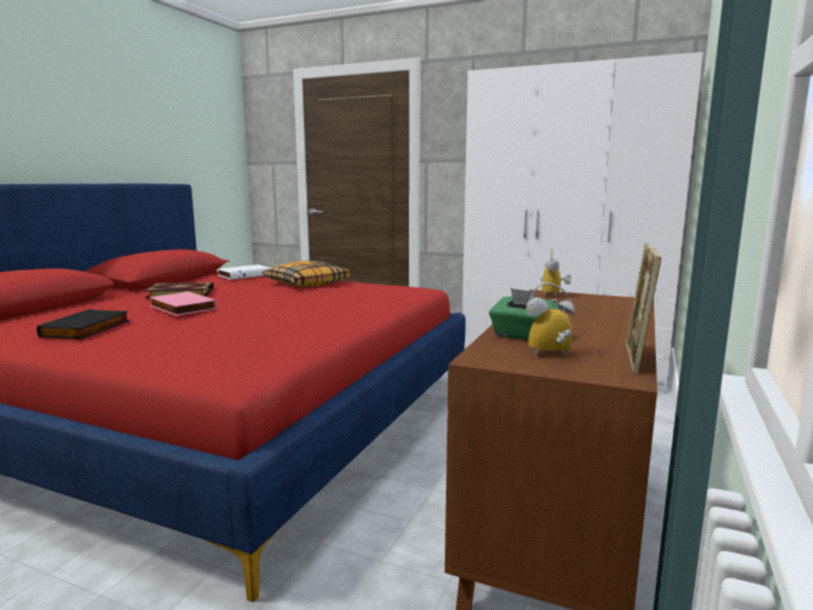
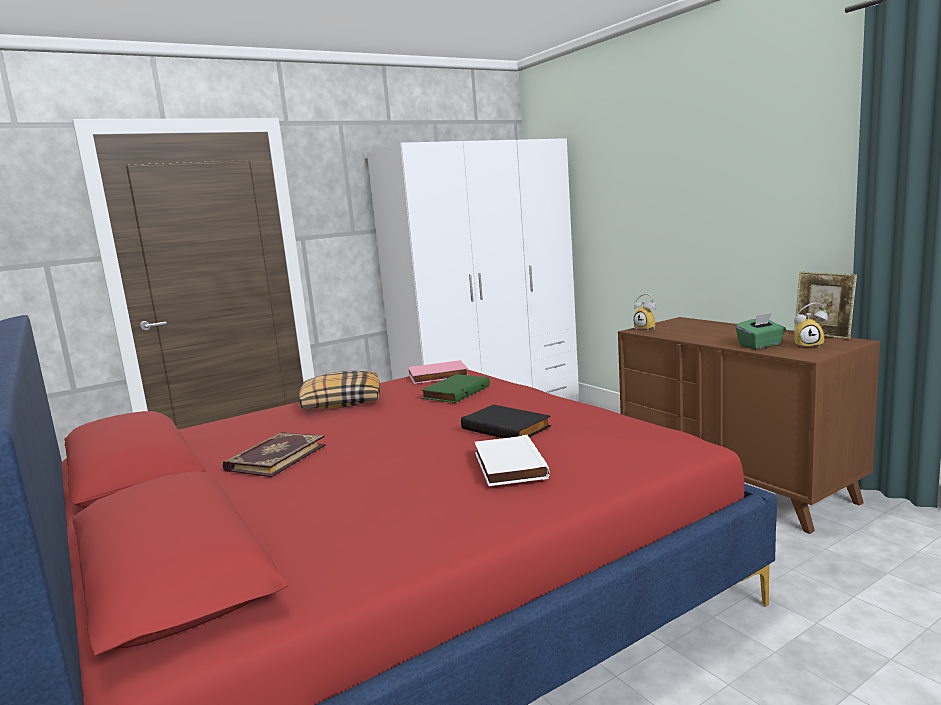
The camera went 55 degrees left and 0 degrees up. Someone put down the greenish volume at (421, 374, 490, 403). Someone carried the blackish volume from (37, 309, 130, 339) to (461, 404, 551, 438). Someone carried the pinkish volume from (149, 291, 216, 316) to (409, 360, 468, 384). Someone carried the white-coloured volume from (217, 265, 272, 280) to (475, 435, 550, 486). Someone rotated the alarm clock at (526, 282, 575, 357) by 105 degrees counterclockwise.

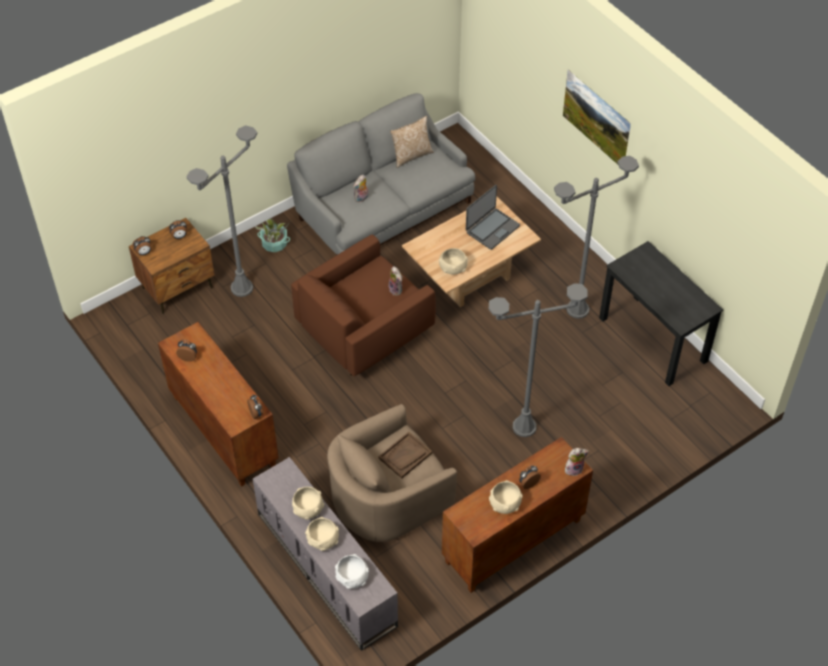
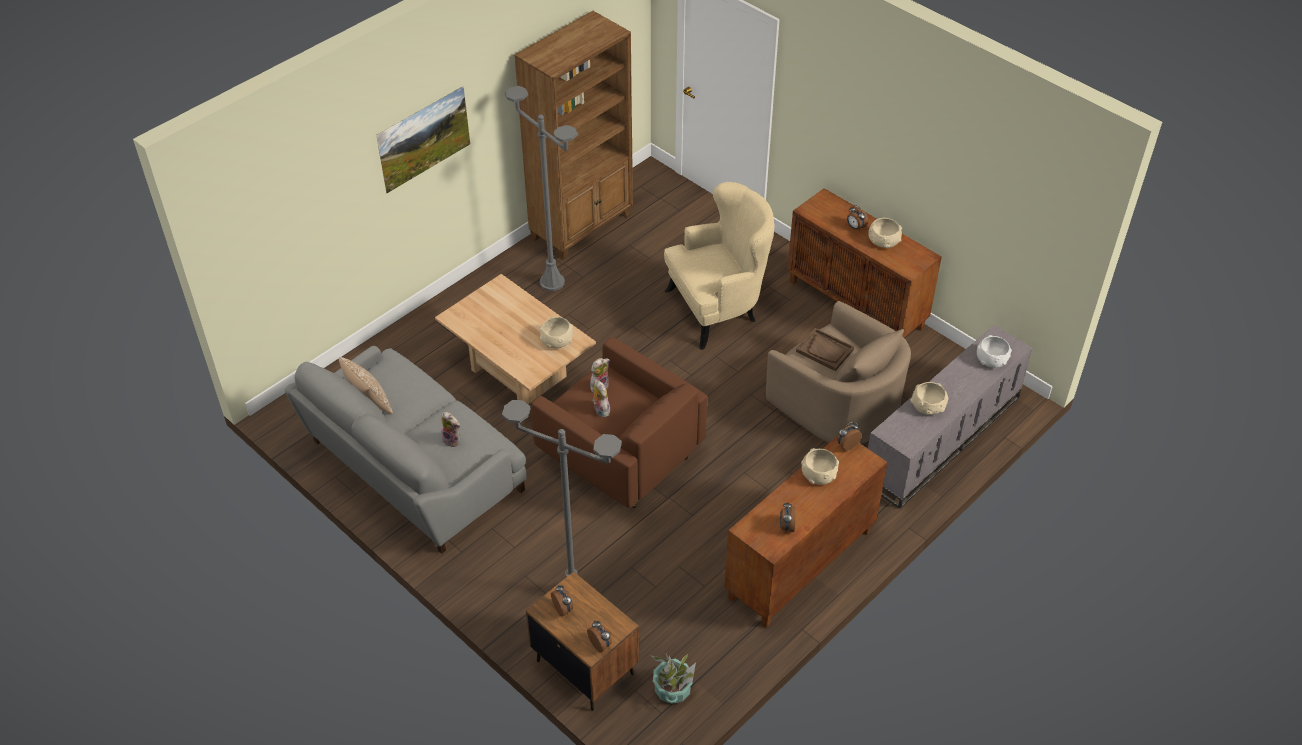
The camera went 100 degrees left and 5 degrees down. Someone took away the notebook computer at (466, 185, 520, 250). Someone carried the houseplant from (255, 219, 290, 252) to (650, 653, 696, 704). Someone carried the sand-coloured serving bowl from (305, 517, 339, 551) to (801, 448, 839, 485). Someone carried the plush toy from (565, 448, 589, 476) to (592, 380, 610, 417). Someone swapped the greyish standard lamp at (489, 283, 588, 437) for the sand-coloured easy chair at (664, 182, 775, 350). Someone swapped the blackish desk at (599, 241, 723, 386) for the brownish bookcase at (514, 11, 633, 260).

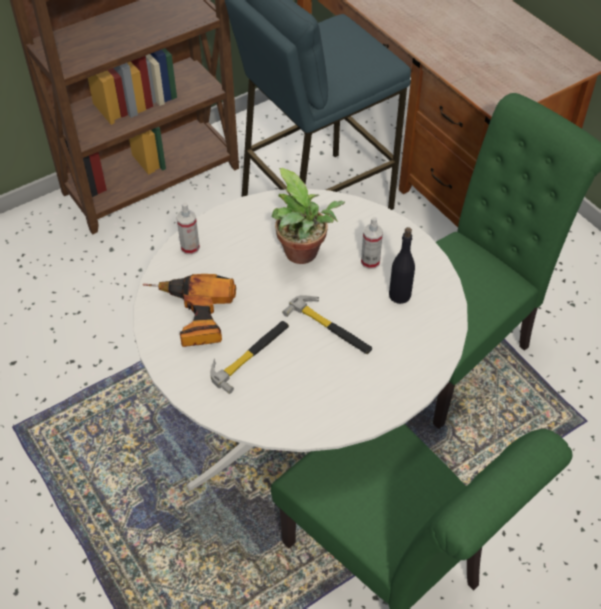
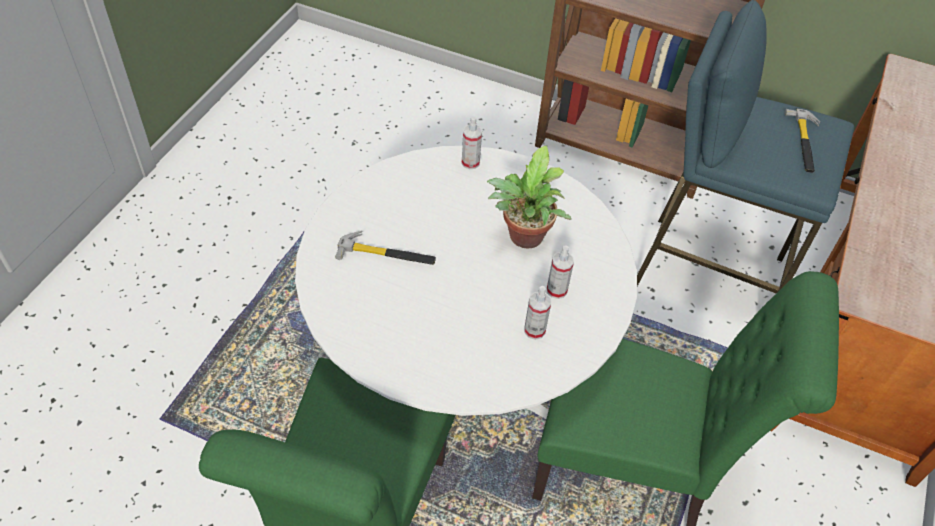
The camera went 55 degrees right and 0 degrees up. Someone took away the power drill at (142, 274, 236, 347). Someone carried the hand hammer from (282, 295, 372, 354) to (784, 108, 820, 173). Someone swapped the blackish beverage bottle at (389, 227, 415, 304) for the hand sprayer at (524, 286, 551, 340).

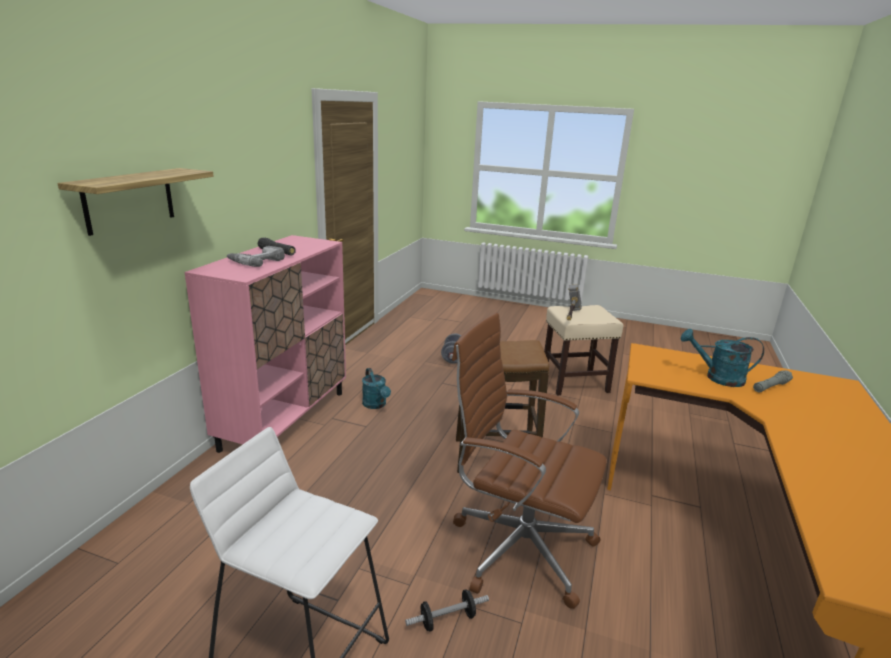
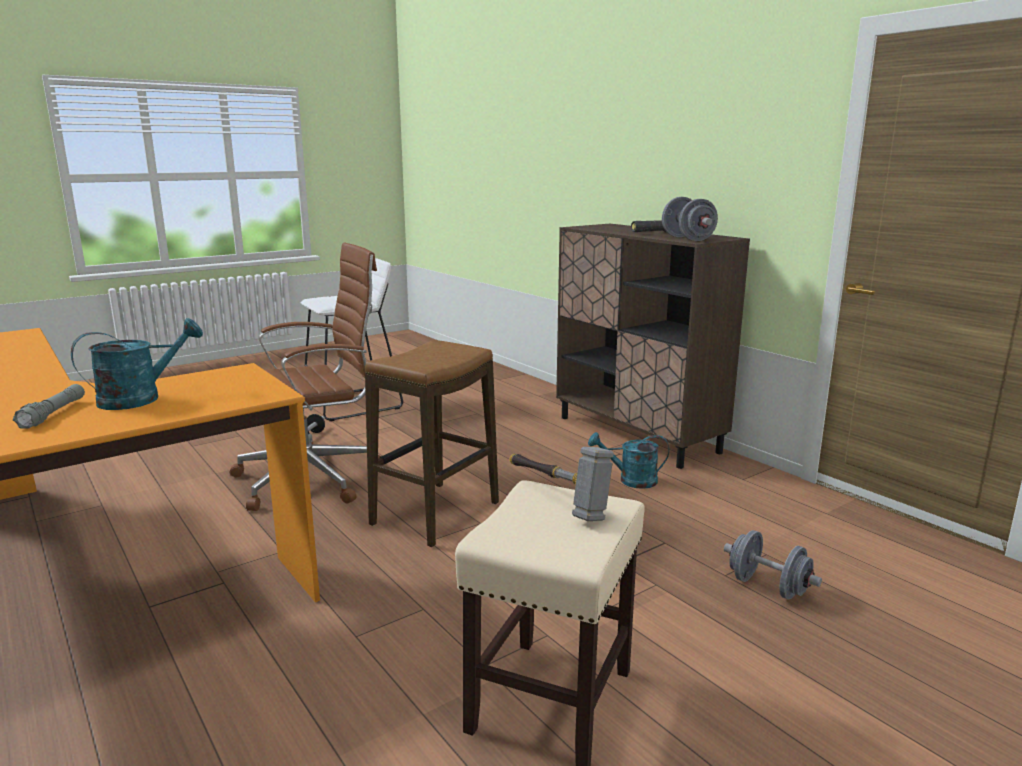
The camera went 125 degrees right and 5 degrees down. Someone took away the bracket shelf at (57, 168, 214, 236). Someone took away the power drill at (227, 246, 285, 267). Someone put down the greyish free weight at (662, 197, 718, 241). Someone repainted the pinkish cabinet at (184, 235, 346, 453), which became the brownish cabinet at (556, 224, 750, 469).

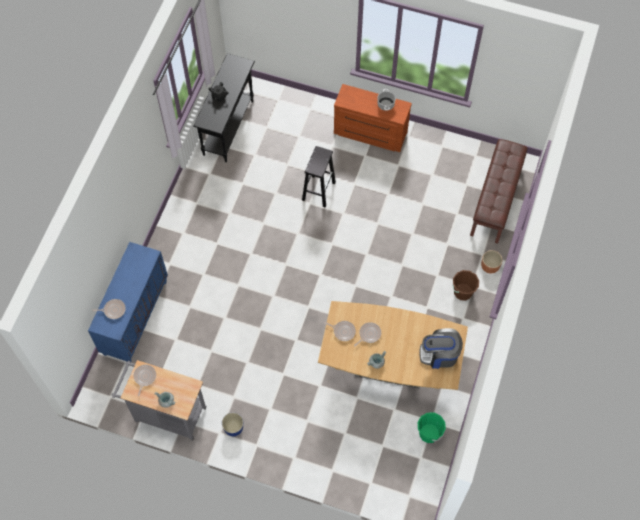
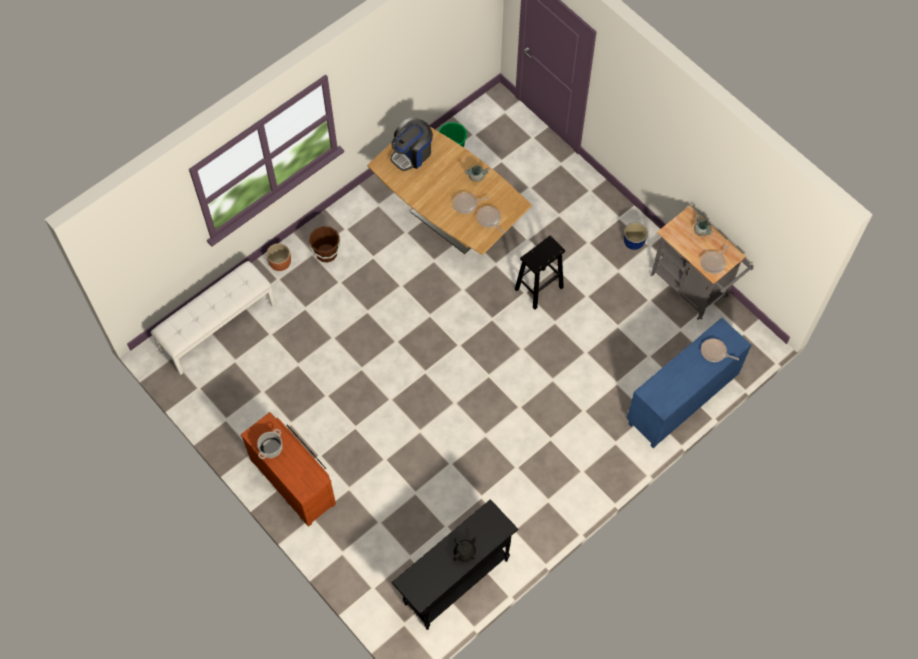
The camera went 150 degrees left and 0 degrees up. Someone carried the blackish stool seat from (302, 146, 336, 207) to (515, 236, 565, 309). Someone repainted the brownish indoor bench at (470, 139, 528, 244), which became the white-coloured indoor bench at (151, 261, 275, 375). Someone rotated the coffee maker at (419, 328, 463, 369) by 105 degrees clockwise.

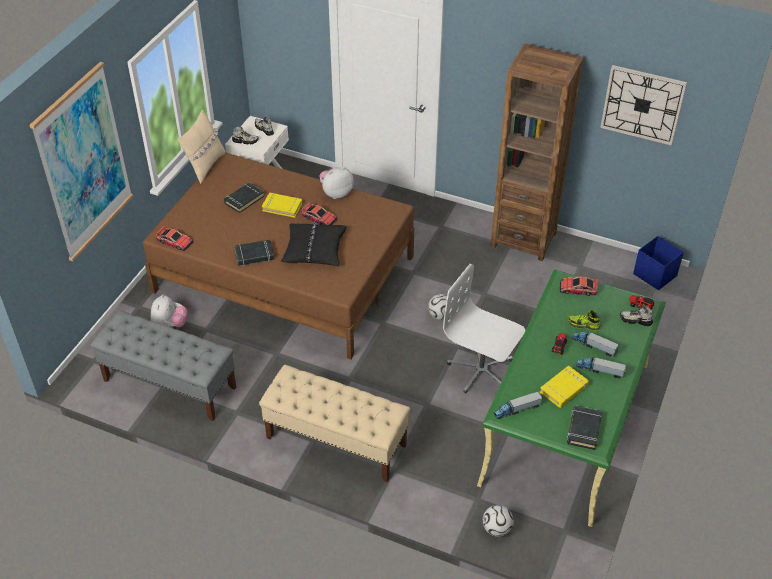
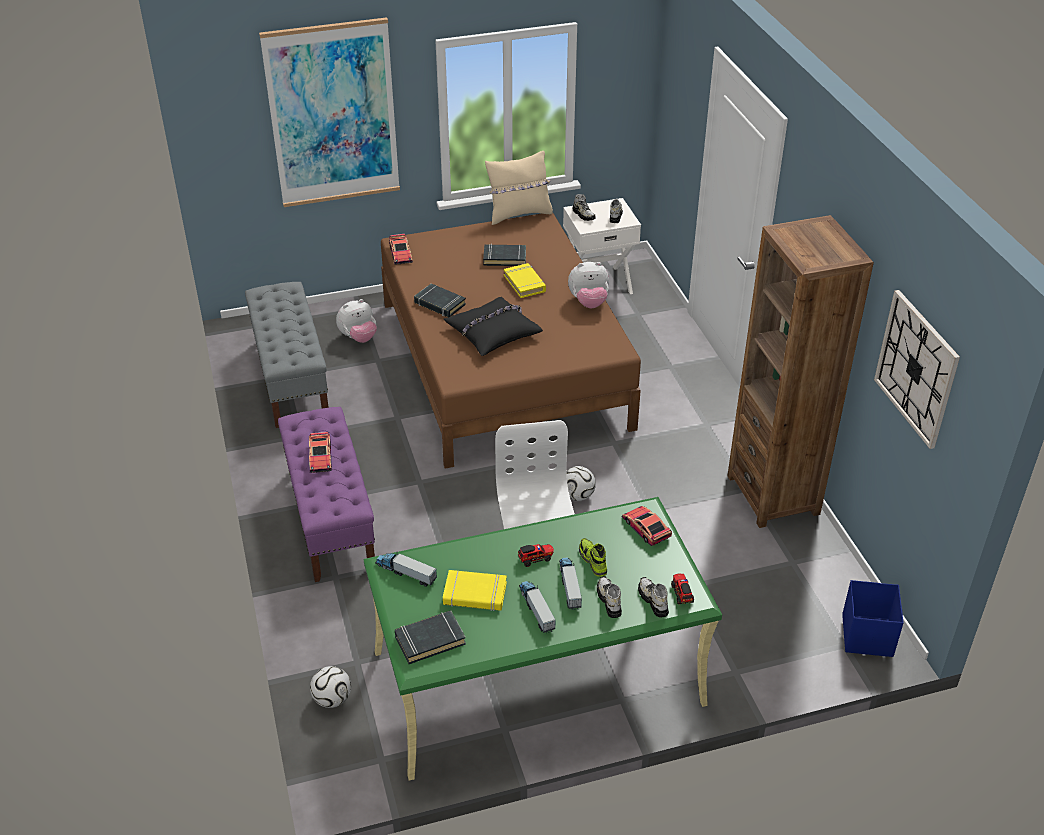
The camera went 50 degrees right and 5 degrees down. Someone put down the low shoe at (597, 576, 622, 618). Someone carried the model car from (302, 202, 337, 225) to (309, 432, 332, 473). Someone repainted the sand-coloured indoor bench at (259, 365, 410, 482), which became the purple indoor bench at (278, 407, 375, 582). Someone rotated the plush toy at (319, 167, 354, 199) by 150 degrees clockwise.

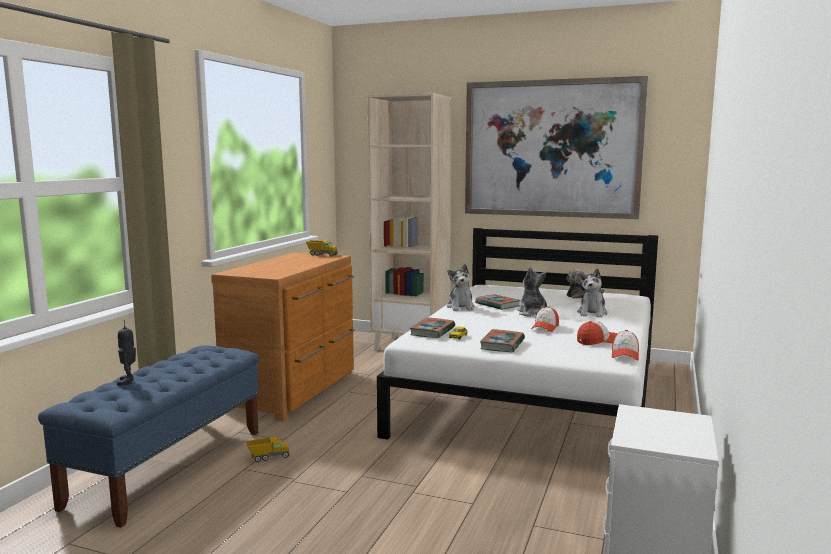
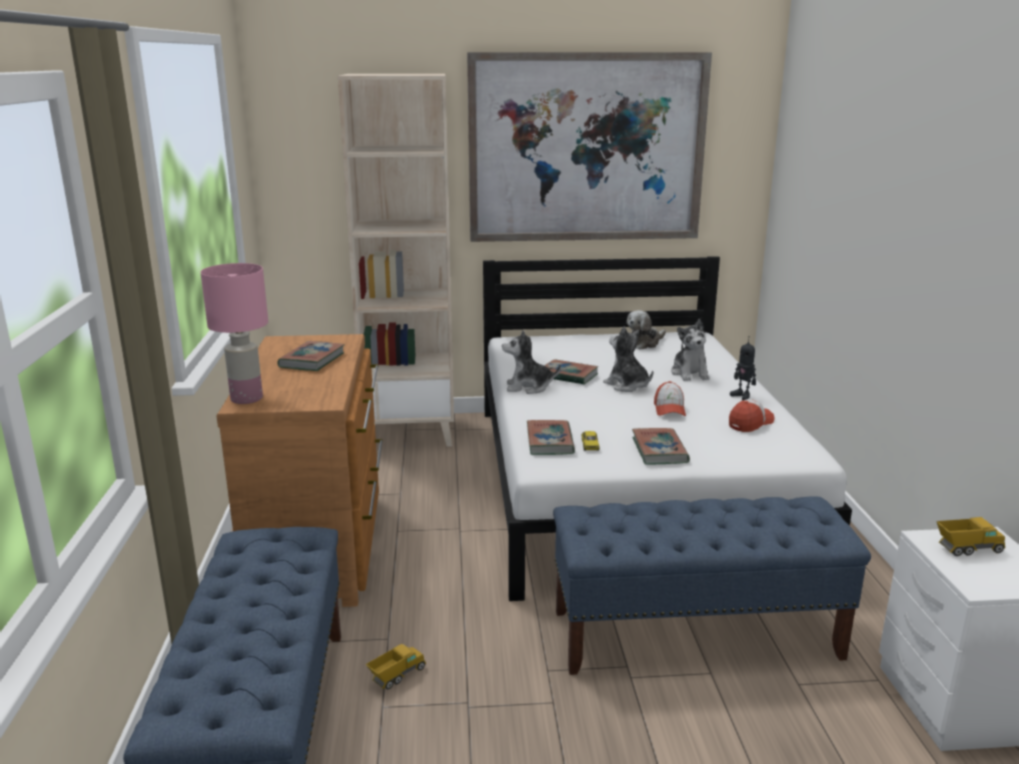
The camera went 25 degrees left and 10 degrees up. Someone took away the baseball cap at (612, 330, 639, 360). Someone put down the pinkish table lamp at (200, 263, 268, 404). Someone put down the volume at (277, 341, 345, 371). Someone put down the bluish indoor bench at (553, 496, 871, 675). Someone carried the toy robot from (117, 320, 136, 386) to (730, 336, 756, 400). Someone carried the toy lorry from (306, 240, 338, 256) to (936, 517, 1005, 556). Someone rotated the plush toy at (447, 264, 475, 311) by 120 degrees clockwise.

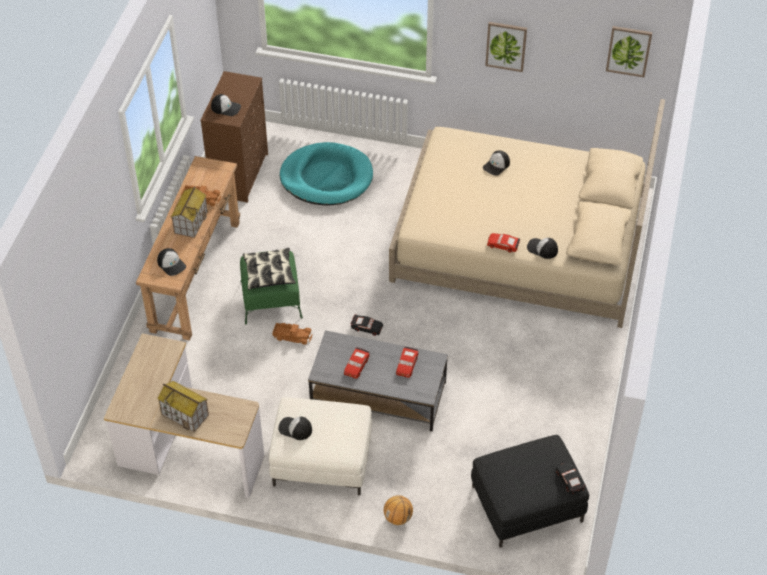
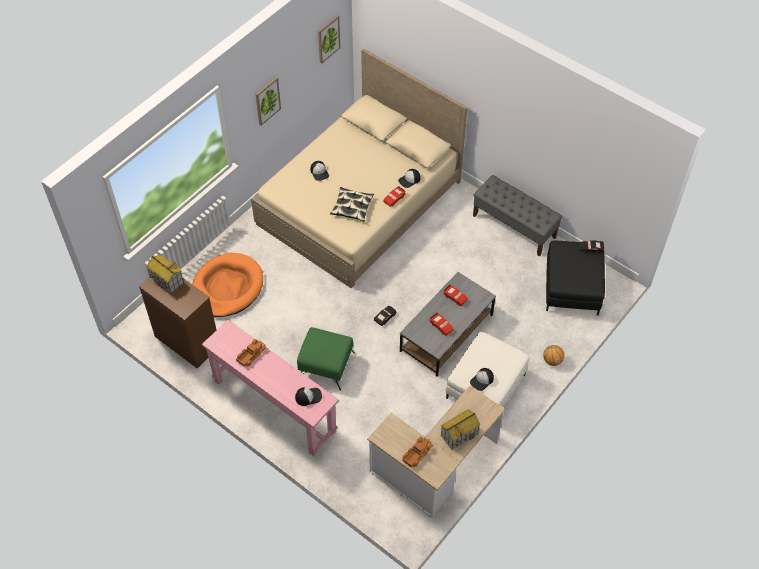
The camera went 65 degrees left and 5 degrees up. Someone took away the baseball cap at (211, 94, 241, 116). Someone put down the greyish indoor bench at (473, 175, 563, 256). Someone carried the miniature house from (171, 186, 208, 238) to (146, 255, 184, 294). Someone carried the cushion from (243, 248, 296, 290) to (330, 187, 374, 222). Someone carried the toy lorry from (272, 323, 312, 345) to (402, 436, 433, 468). Someone repainted the brownish narrow table at (136, 156, 240, 340), which became the pinkish narrow table at (202, 320, 339, 456). Someone repainted the blue-green pet bed at (280, 142, 373, 205), which became the orangey pet bed at (192, 253, 263, 317).

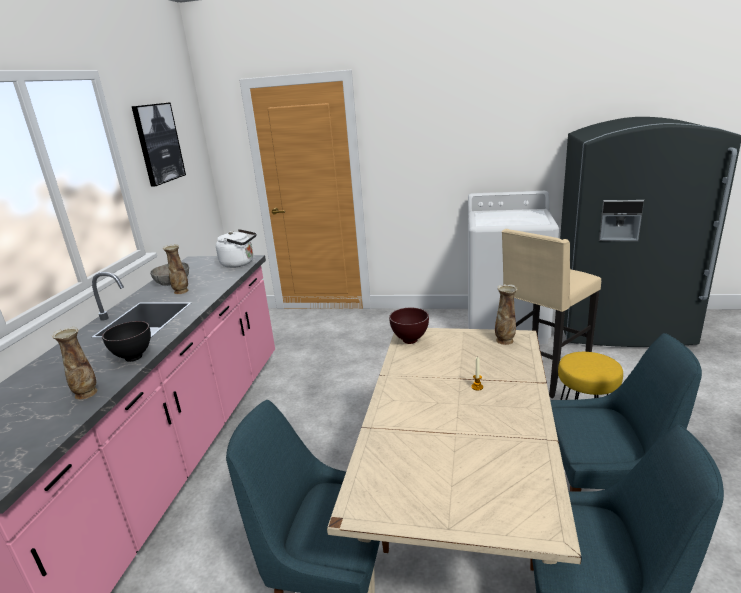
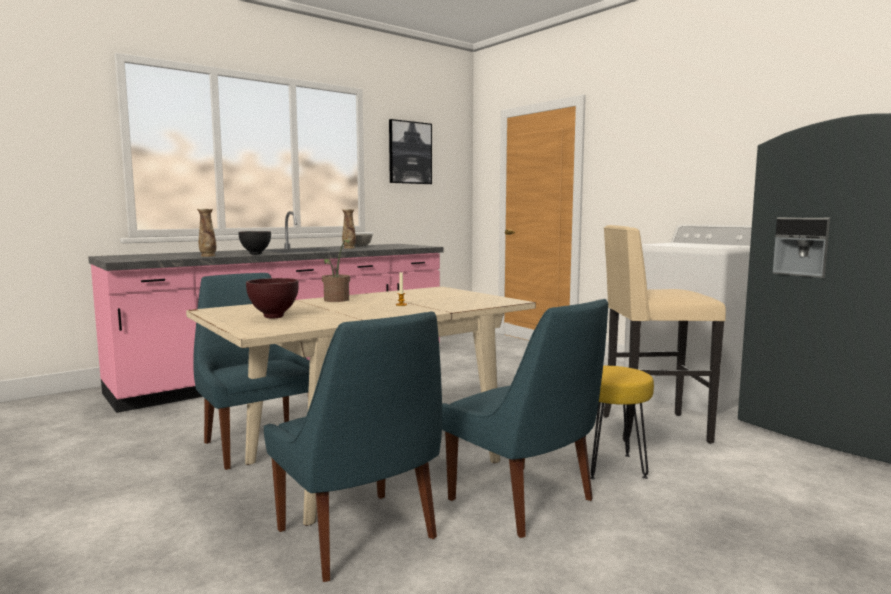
The camera went 40 degrees right and 15 degrees down. Someone took away the white-coloured kettle at (216, 229, 256, 268). Someone took away the flower vase at (495, 284, 517, 345). Someone put down the houseplant at (322, 240, 350, 302). Someone carried the brownish serving bowl from (389, 308, 429, 344) to (246, 278, 299, 318).

